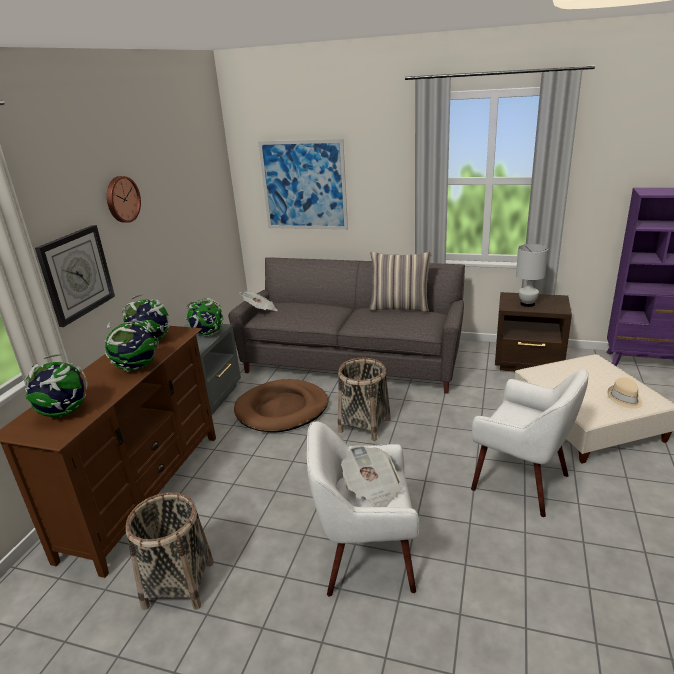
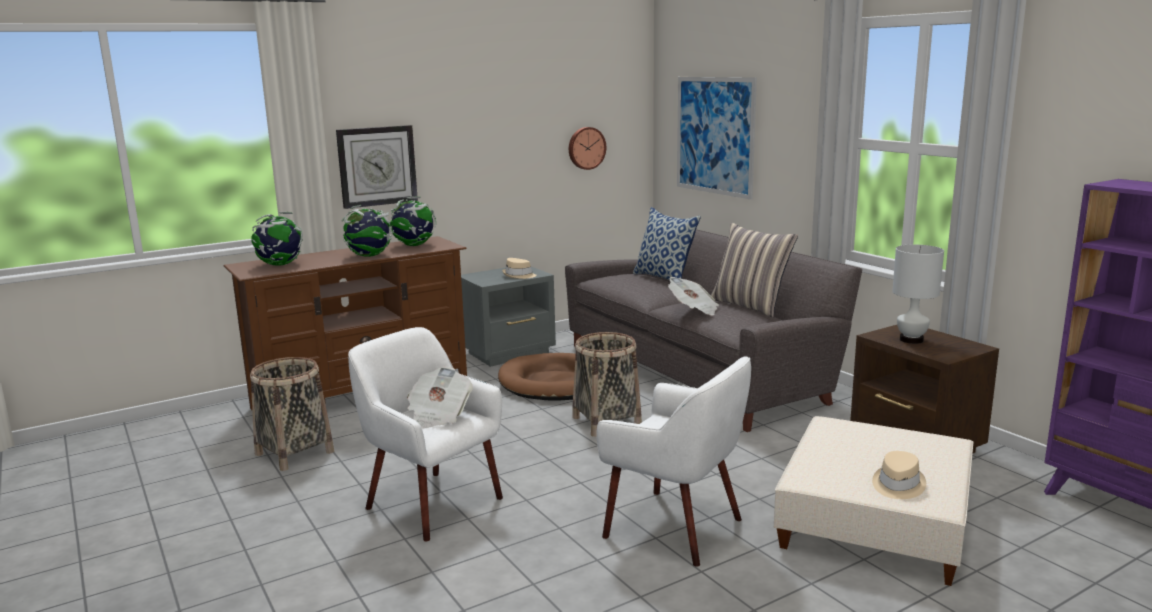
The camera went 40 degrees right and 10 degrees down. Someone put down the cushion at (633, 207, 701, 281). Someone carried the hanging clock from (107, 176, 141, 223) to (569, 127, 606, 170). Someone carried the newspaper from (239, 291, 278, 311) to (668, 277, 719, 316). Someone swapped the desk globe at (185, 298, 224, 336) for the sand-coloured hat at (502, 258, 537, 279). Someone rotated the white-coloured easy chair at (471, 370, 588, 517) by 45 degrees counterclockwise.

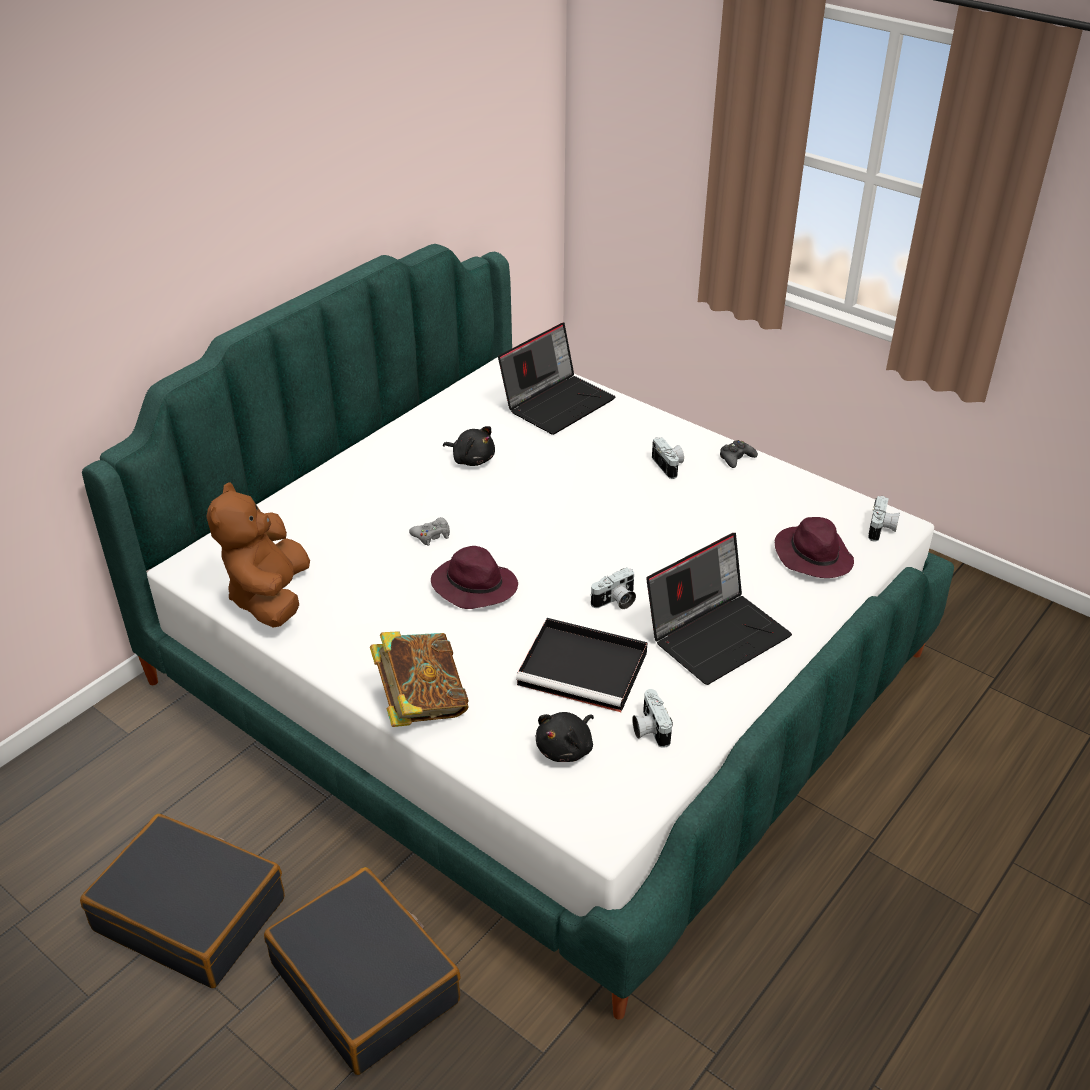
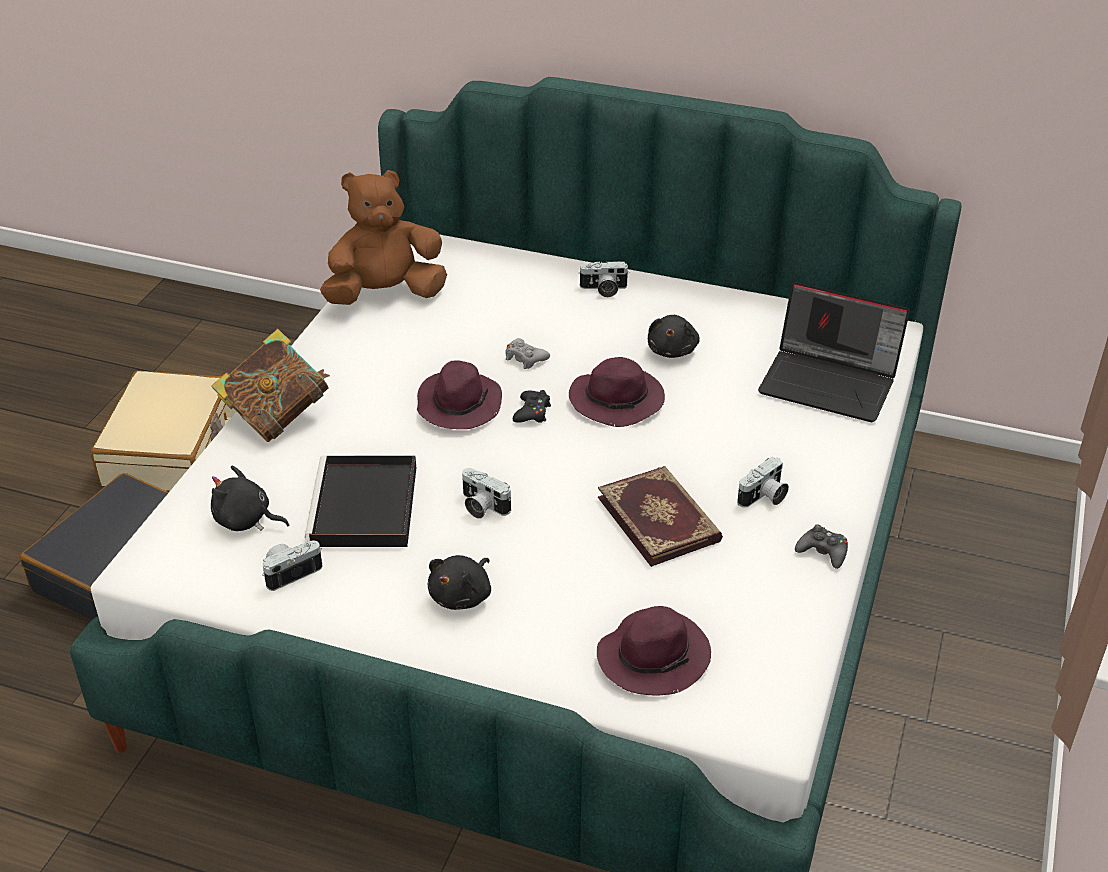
The camera went 70 degrees right and 0 degrees up. Someone put down the blackish joypad at (513, 390, 551, 423). Someone put down the purple hat at (569, 357, 665, 427). Someone put down the volume at (598, 466, 723, 567). Someone carried the photo camera from (868, 496, 900, 542) to (578, 261, 628, 297). Someone swapped the notebook computer at (646, 533, 792, 685) for the blackish plush toy at (427, 555, 491, 610). Someone repainted the blackish piece of luggage at (80, 814, 285, 988), which became the sand-coloured piece of luggage at (91, 371, 236, 491).

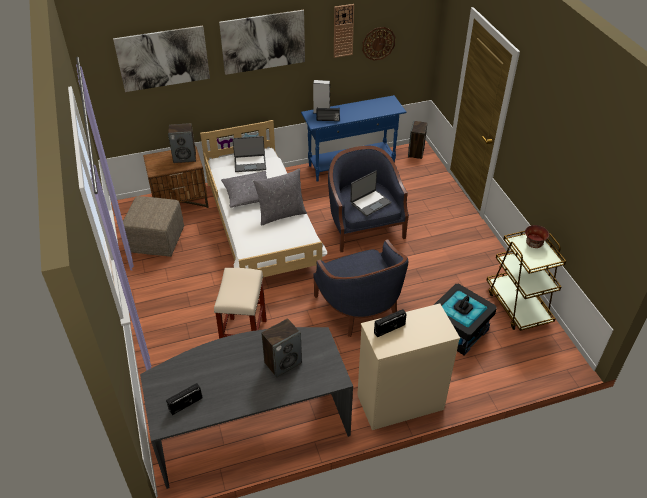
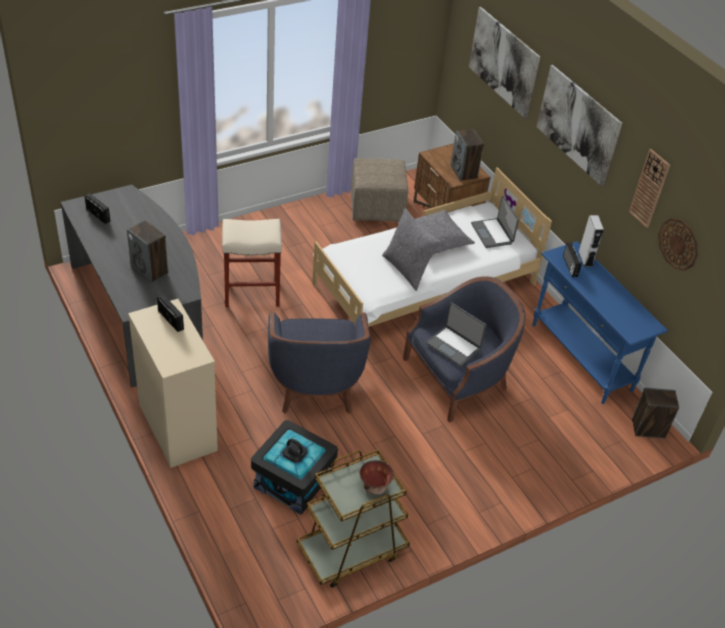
The camera went 75 degrees right and 0 degrees up. Someone rotated the bluish easy chair at (313, 239, 408, 337) by 60 degrees counterclockwise.

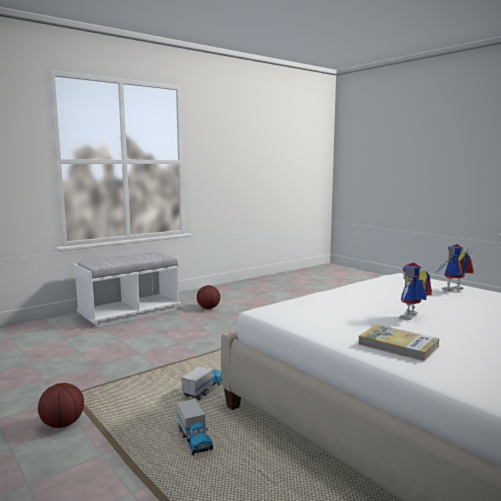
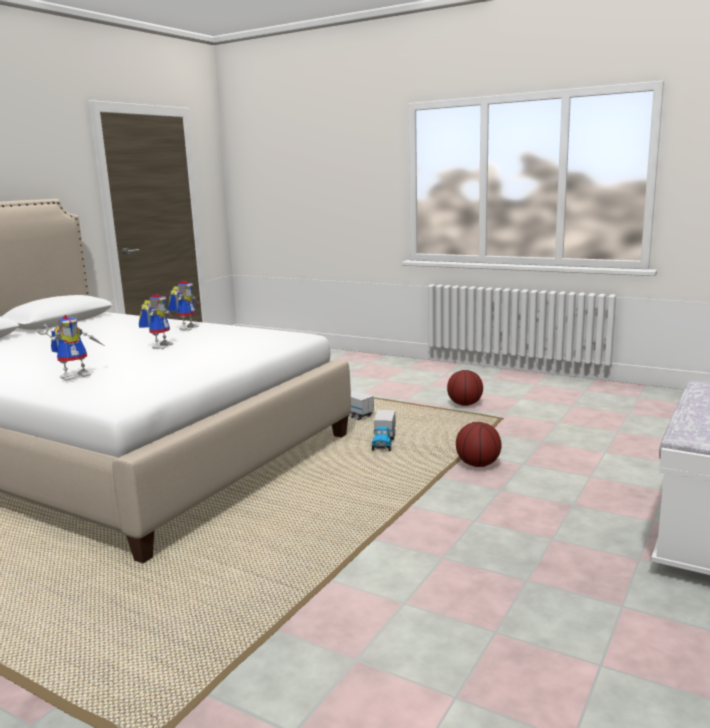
The camera went 160 degrees right and 5 degrees up. Someone carried the basketball from (197, 285, 220, 309) to (456, 422, 501, 467). Someone swapped the volume at (358, 325, 439, 361) for the toy robot at (168, 281, 199, 331).

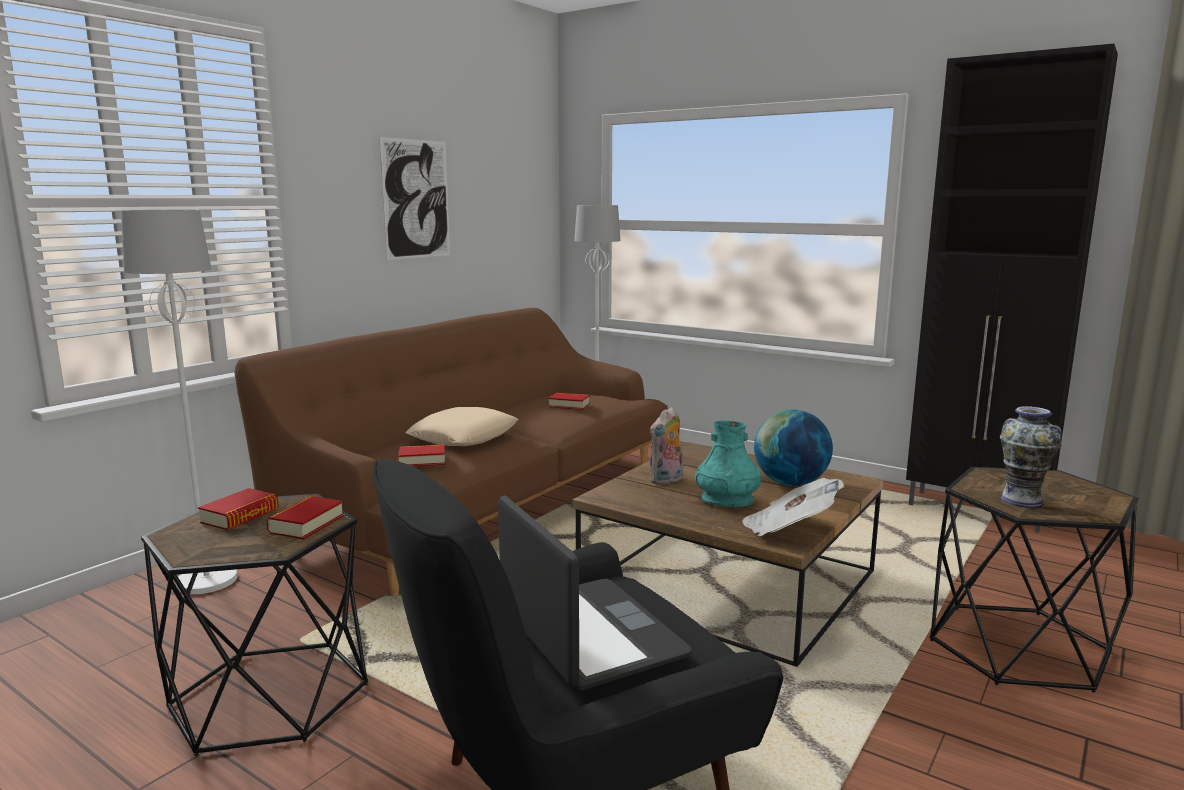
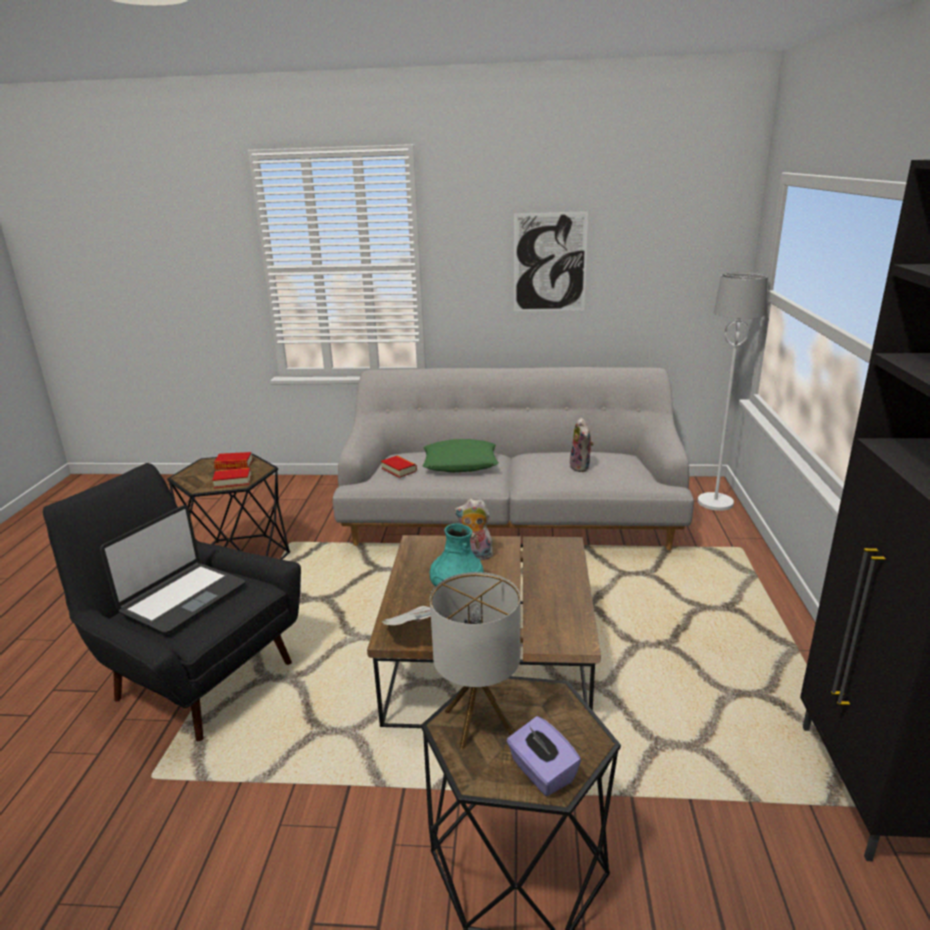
The camera went 60 degrees right and 10 degrees up. Someone took away the white-coloured standard lamp at (121, 210, 237, 594). Someone took away the desk globe at (754, 409, 833, 486). Someone put down the purple tissue holder at (507, 716, 581, 796). Someone swapped the volume at (549, 393, 590, 410) for the plush toy at (570, 417, 594, 472). Someone swapped the flower vase at (1000, 406, 1062, 508) for the table lamp at (430, 572, 520, 749). Someone repainted the brownish settee at (234, 308, 668, 596), which became the greyish settee at (333, 367, 694, 550). Someone repainted the sand-coloured cushion at (405, 407, 518, 446), which became the greenish cushion at (422, 439, 499, 473).

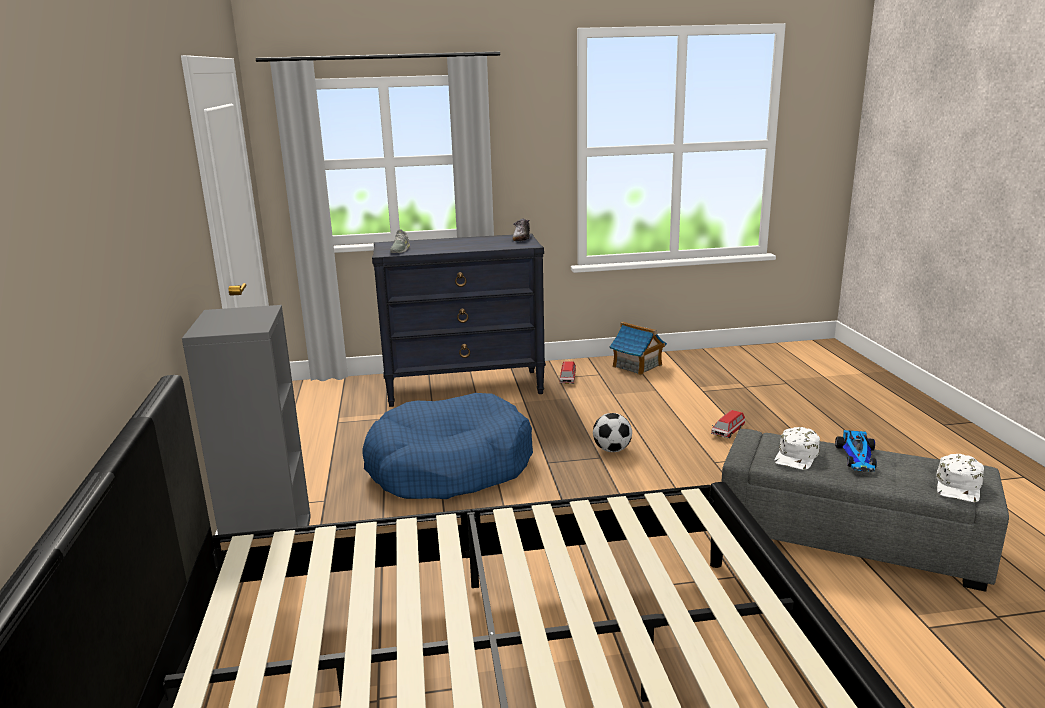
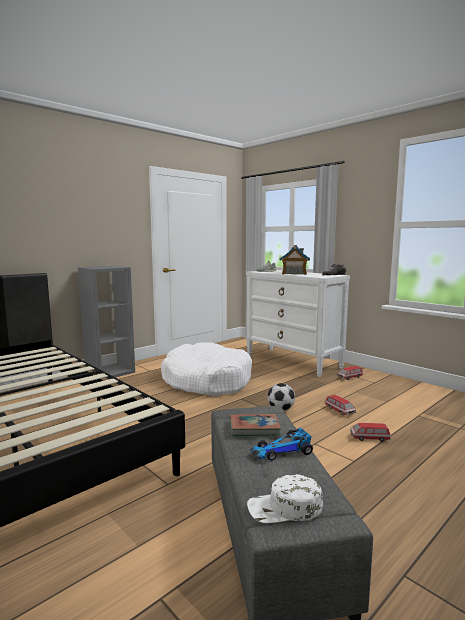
The camera went 55 degrees right and 10 degrees down. Someone put down the model car at (325, 395, 356, 415). Someone carried the miniature house from (610, 322, 667, 375) to (280, 245, 310, 275). Someone swapped the white-coloured baseball cap at (774, 427, 820, 470) for the volume at (230, 414, 281, 436). Someone repainted the bluish pet bed at (362, 393, 533, 499), which became the white-coloured pet bed at (161, 342, 252, 397). Someone repainted the blackish dresser at (372, 233, 546, 407), which became the white-coloured dresser at (246, 270, 350, 377).

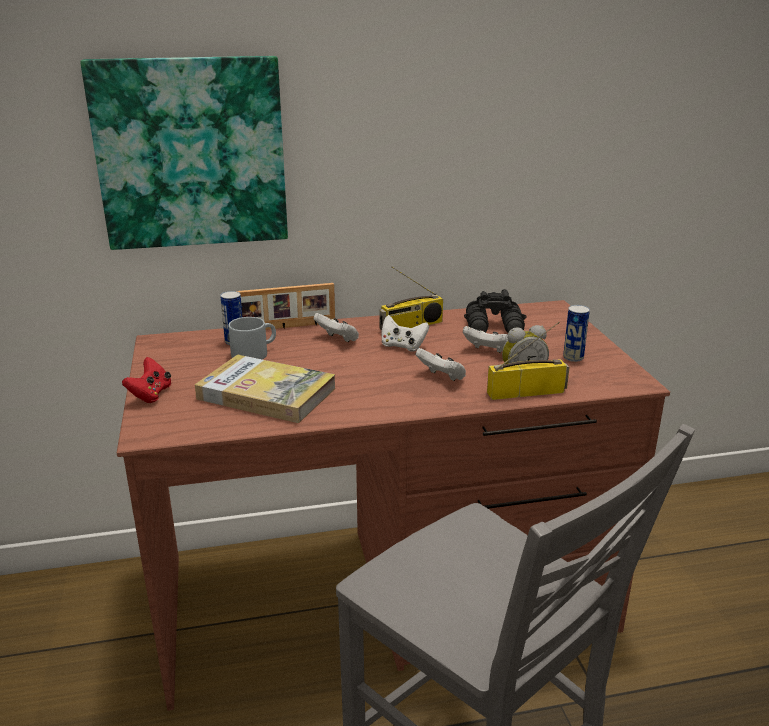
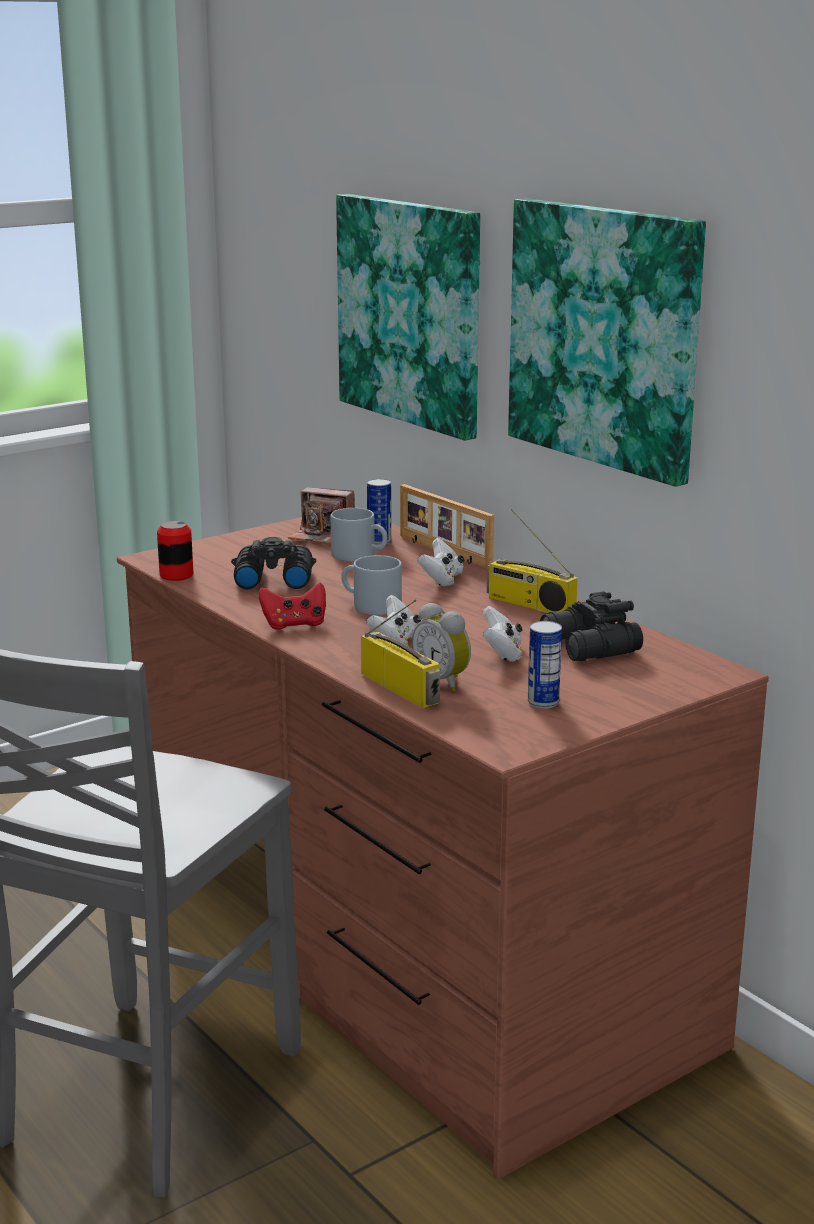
The camera went 65 degrees right and 5 degrees down. Someone took away the white-coloured joypad at (381, 315, 429, 352). Someone put down the sealed can at (157, 521, 193, 581). Someone put down the photo camera at (288, 487, 355, 544). Someone put down the greyish coffee mug at (341, 555, 402, 615). Someone put up the wall picture at (508, 198, 706, 487). Someone carried the red joypad from (122, 357, 171, 403) to (259, 582, 326, 630). Someone swapped the volume at (195, 354, 336, 423) for the blackish binoculars at (231, 537, 316, 590).

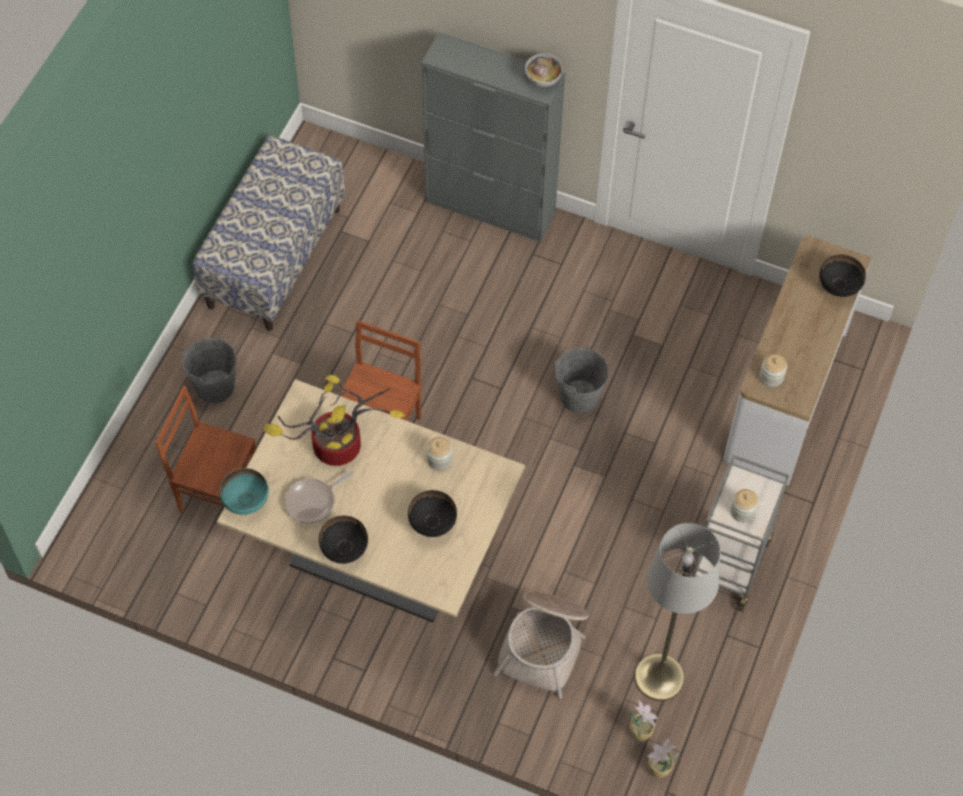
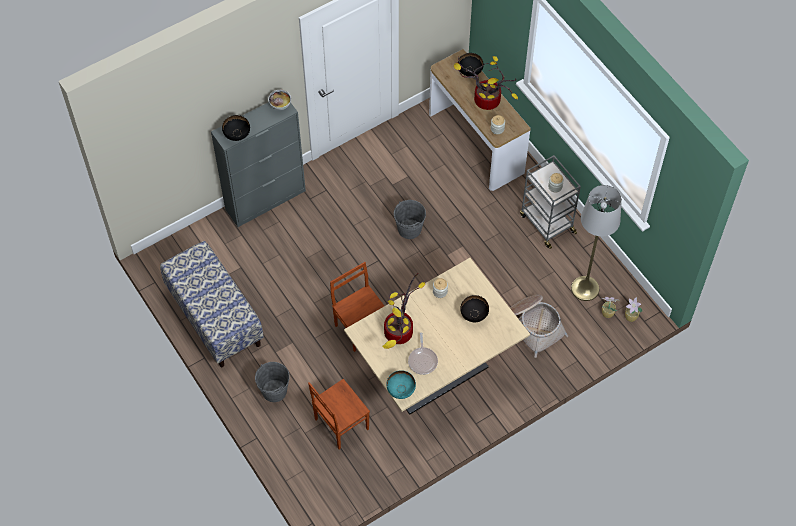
The camera went 55 degrees left and 0 degrees up. Someone put down the houseplant at (454, 56, 518, 110). Someone carried the blackish serving bowl from (319, 516, 368, 564) to (222, 115, 250, 141).

